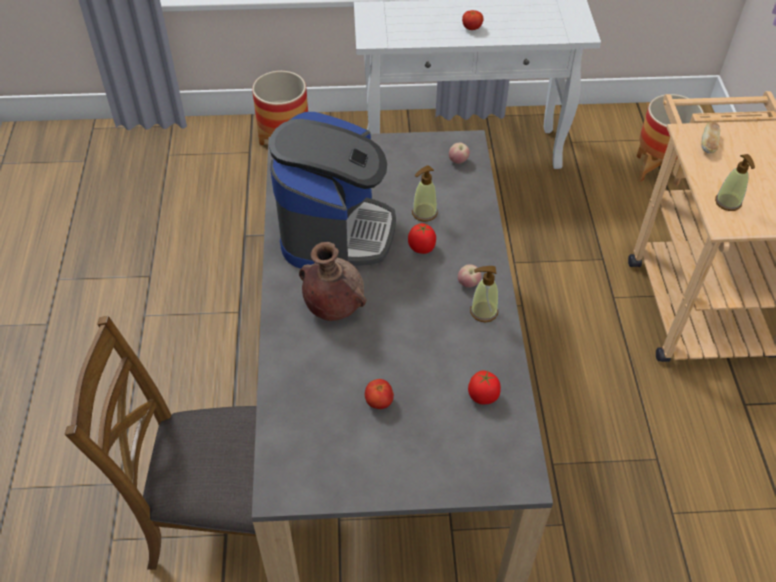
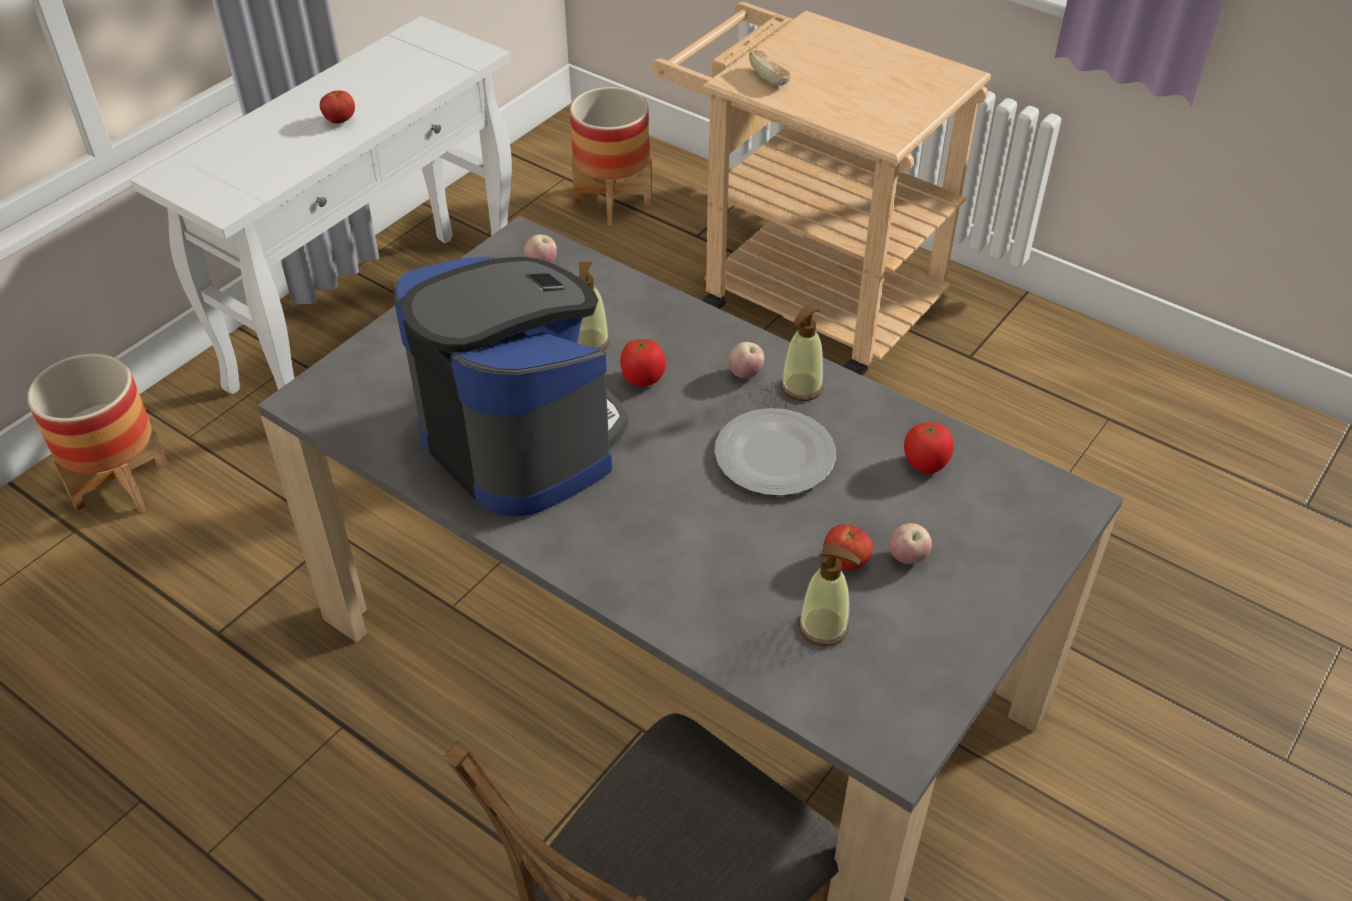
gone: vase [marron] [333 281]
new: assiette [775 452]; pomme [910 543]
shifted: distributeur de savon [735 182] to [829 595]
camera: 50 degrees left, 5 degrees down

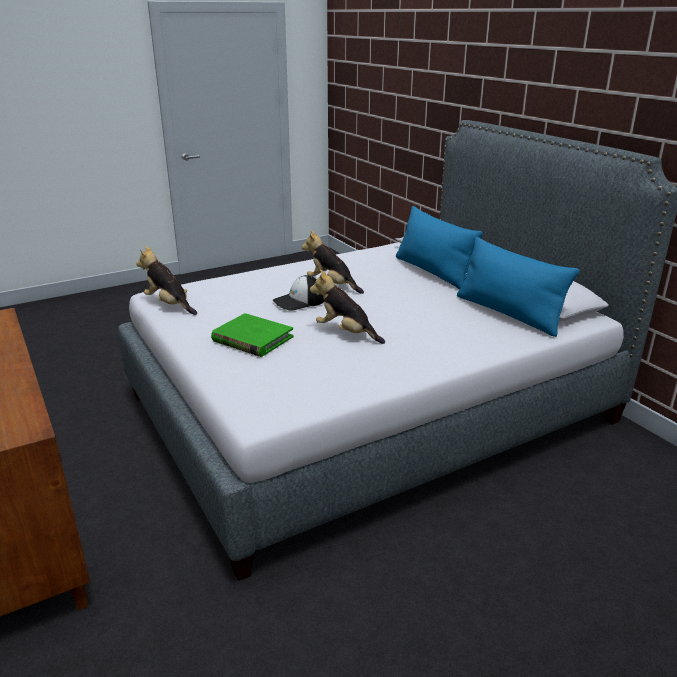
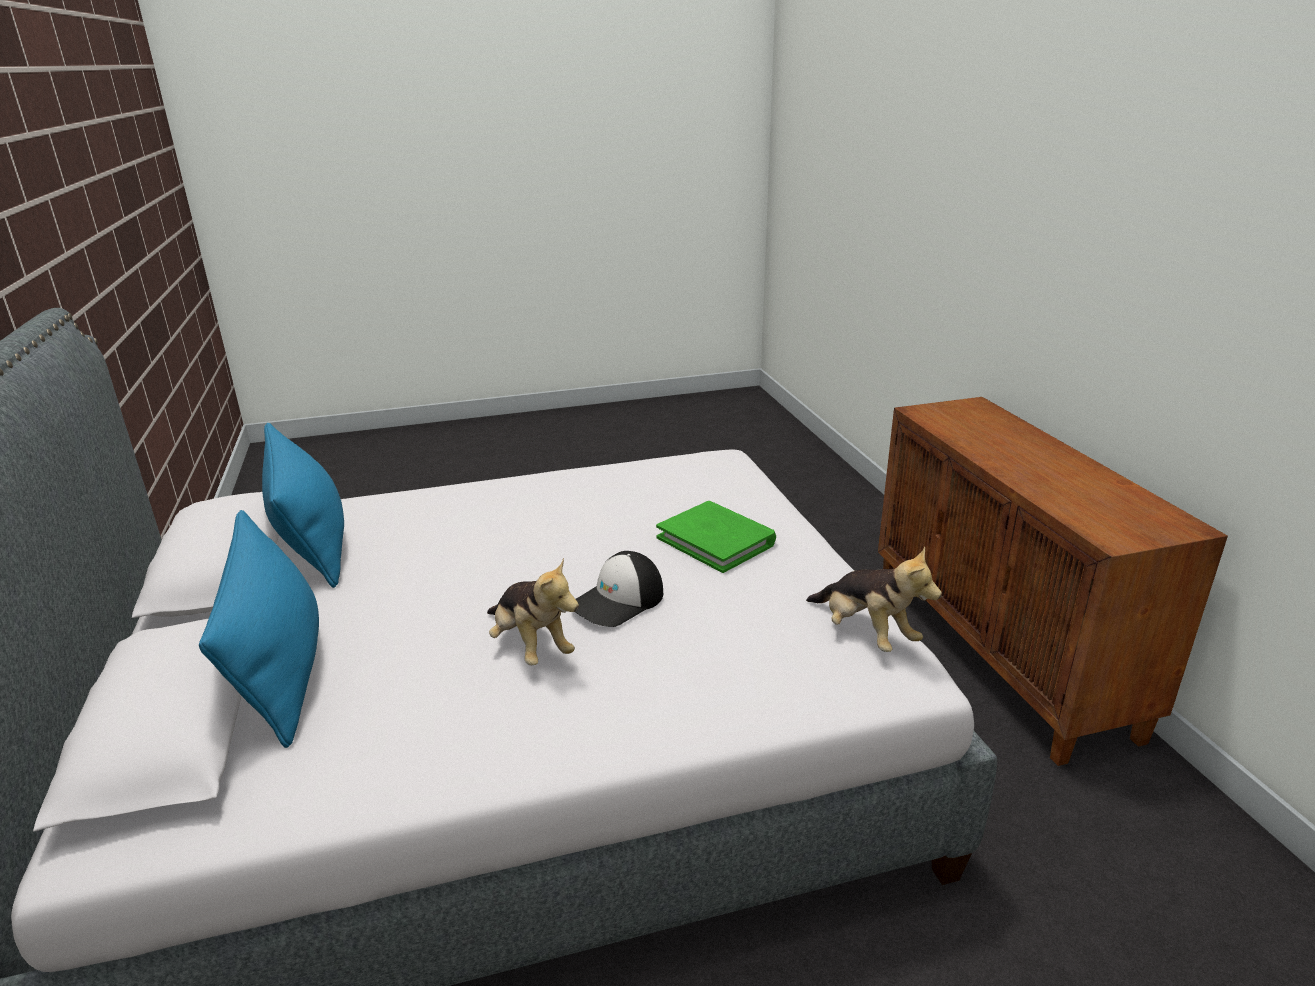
gone: peluche [347 306]
rotated: casquette [298 293] = [619 589] 150 degrees clockwise
camera: 165 degrees left, 0 degrees up

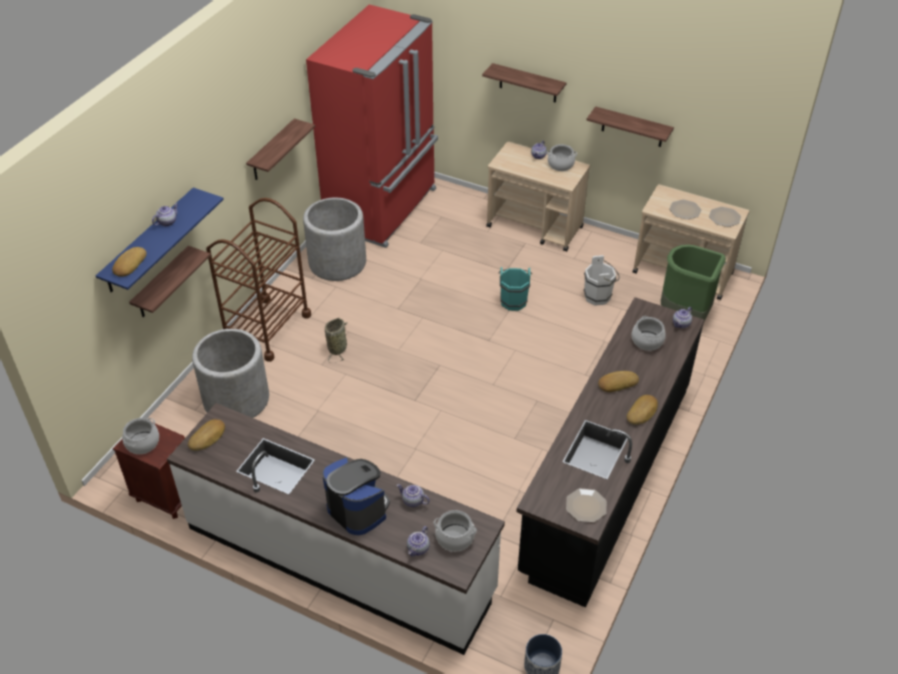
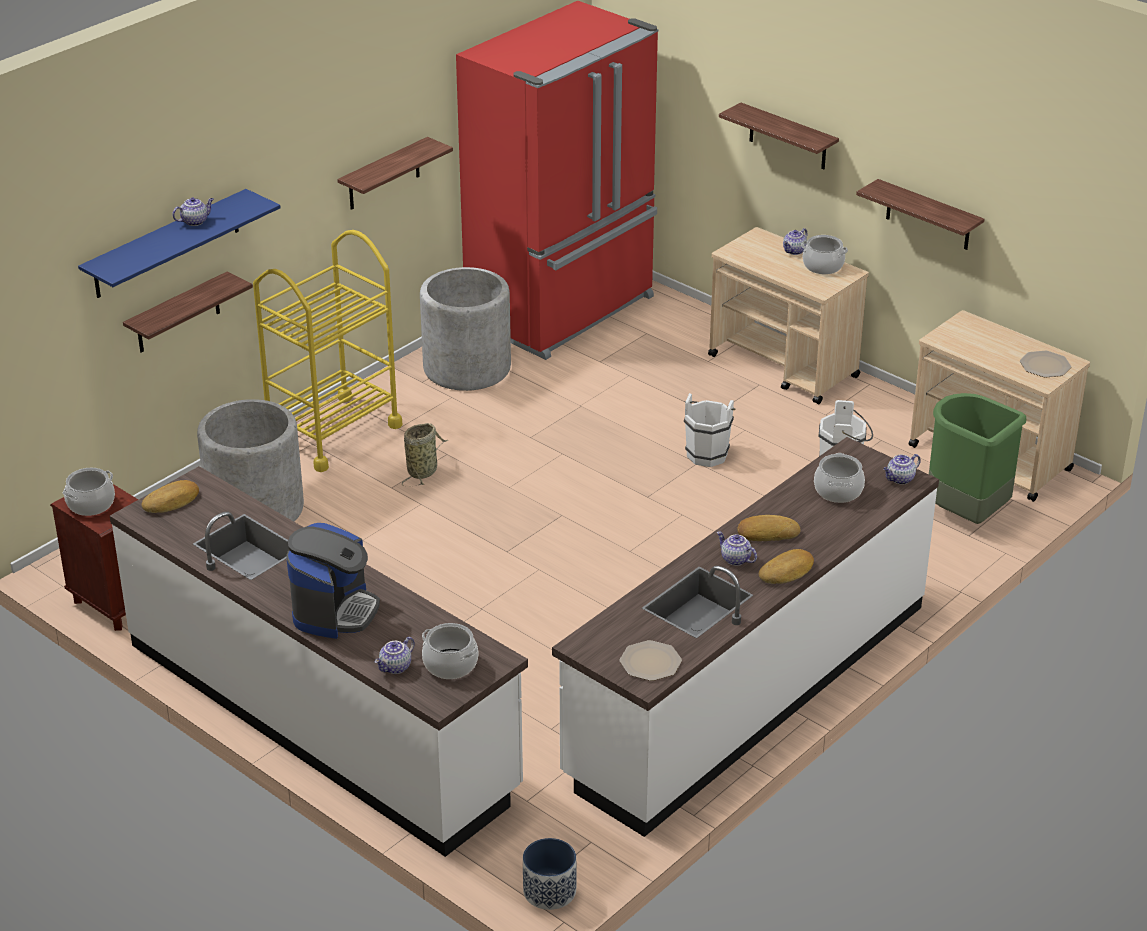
gone: assiette [685 210]; pain [129 262]
shifted: théière [413 495] to [737 548]
repainted: chariot [marron] [258 280] to chariot [jaune] [327 351]; seau [turquoise] [515 289] to seau [blanc] [710 430]; comptoir de cuisine [noir] [610 452] to comptoir de cuisine [blanc] [745 637]
rotated: machine à café [356 496] = [333 581] 45 degrees clockwise
camera: 15 degrees right, 10 degrees down

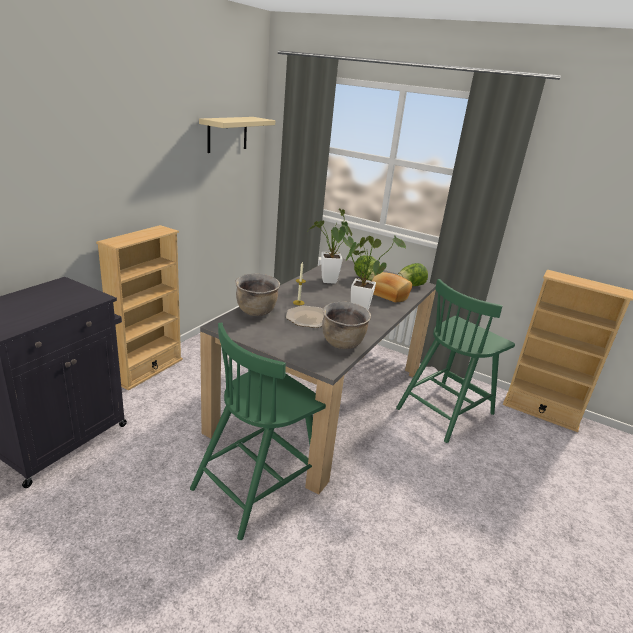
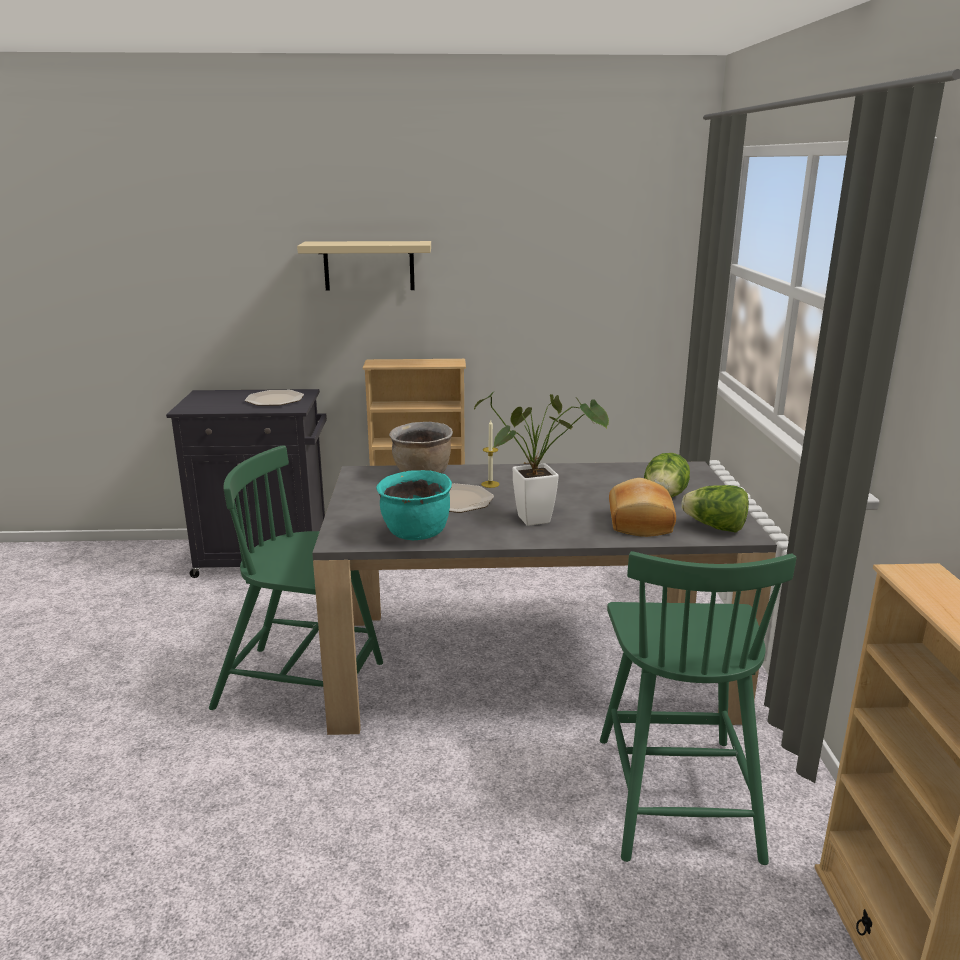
gone: plante en pot [332 246]
new: assiette [274 398]
shifted: étagère [beige] [237 135] to [364 266]
repainted: marmite [marron] [346 325] to marmite [turquoise] [414 505]
rotated: chaise [vert] [455 361] = [698 708] 105 degrees counterclockwise
camera: 60 degrees right, 5 degrees down

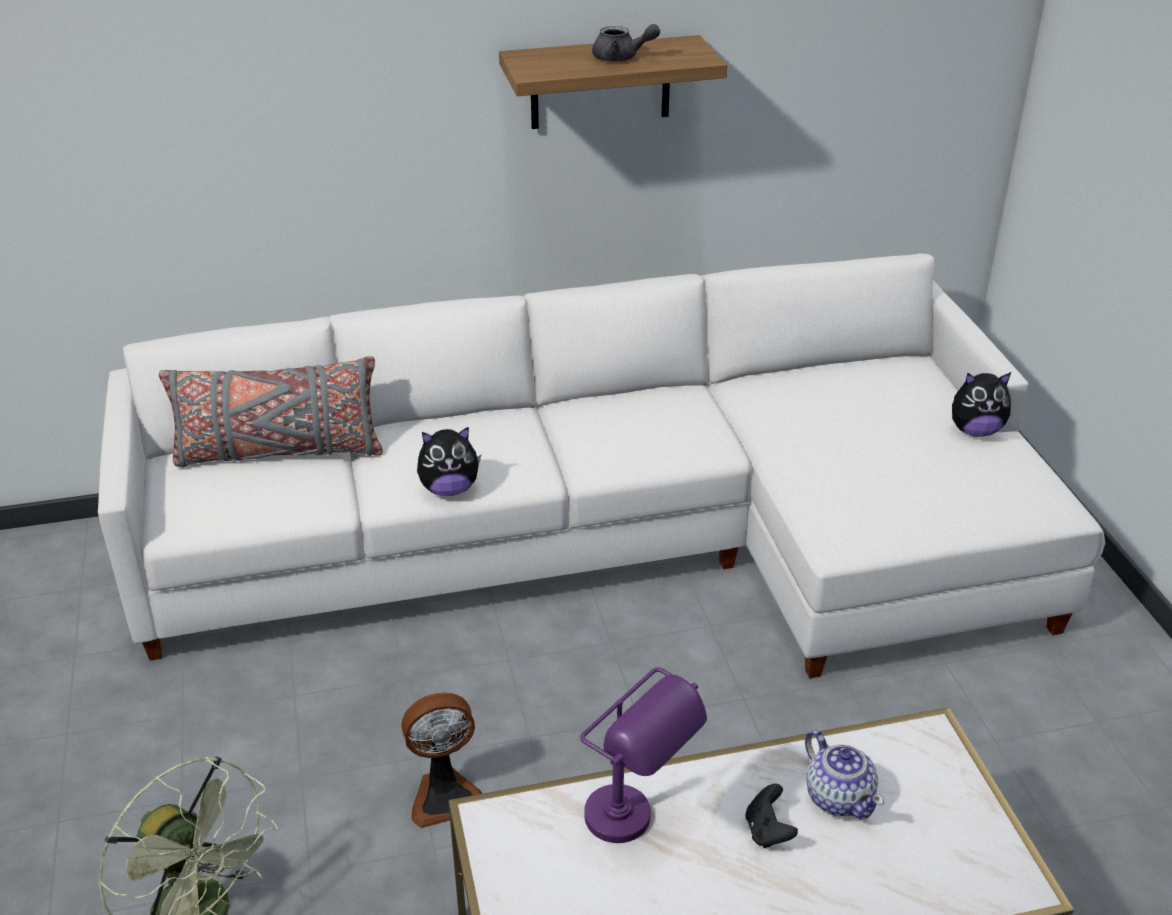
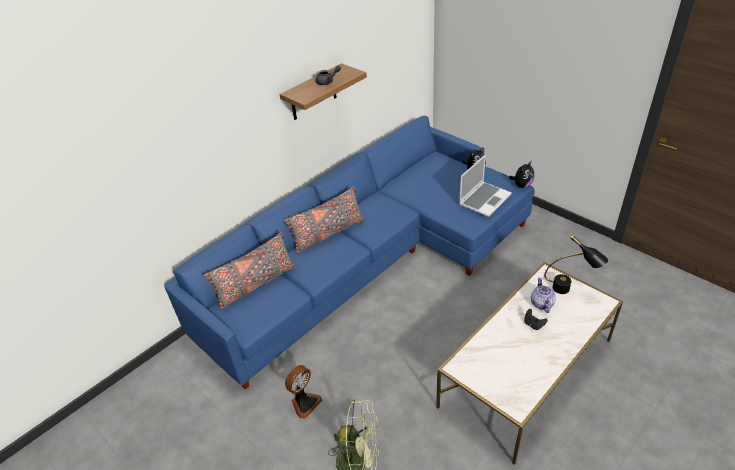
gone: lampe de table [violet] [643 755]
new: ordinateur portable [485 186]; coussin [gris] [324 219]; lampe de table [noir] [576 264]
shifted: peluche [449 461] to [521 175]; ventilateur [442 760] to [303 392]
repainted: canapé [blanc] [601 465] to canapé [bleu] [349 253]
rotated: théière [844 774] = [543 295] 120 degrees counterclockwise
camera: 30 degrees left, 5 degrees up

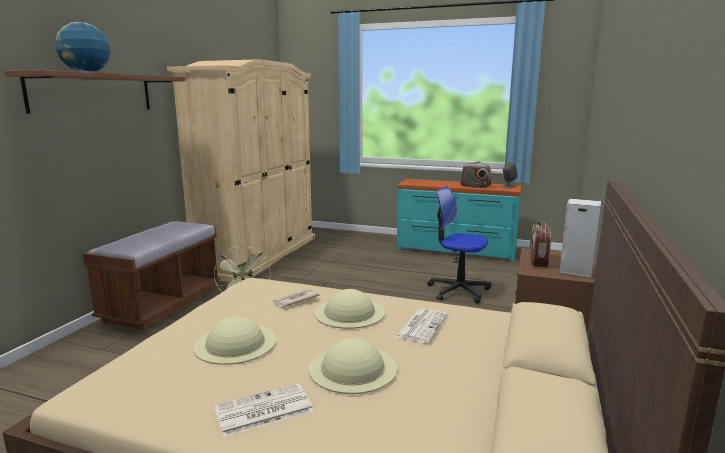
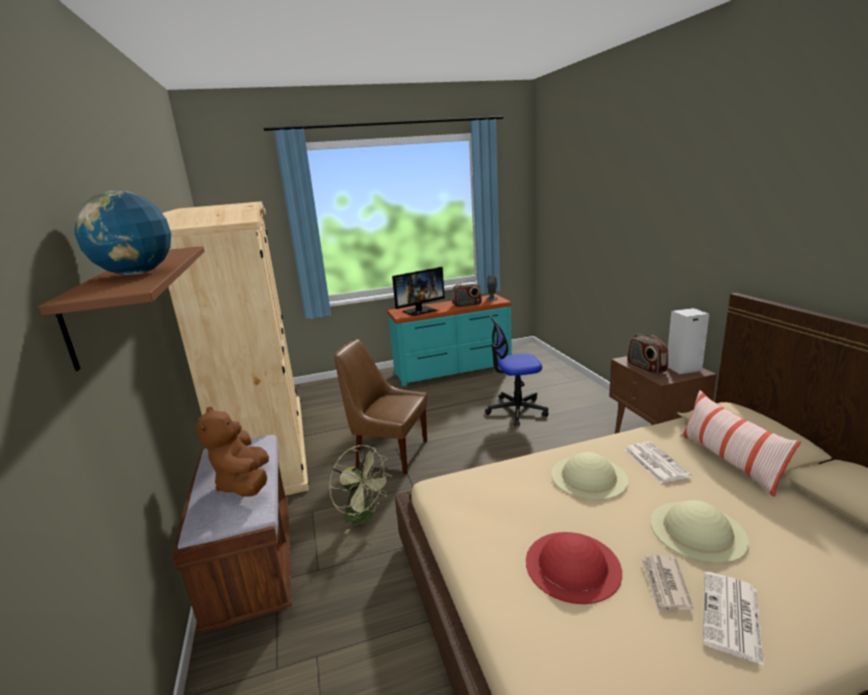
new: écran d'ordinateur [418 291]; chaise [marron] [380 407]; coussin [740 443]; peluche [marron] [232 451]
shifted: journal [296 298] to [667 583]
repainted: chapeau [beige] [234 340] to chapeau [rouge] [574 568]
camera: 35 degrees left, 5 degrees up

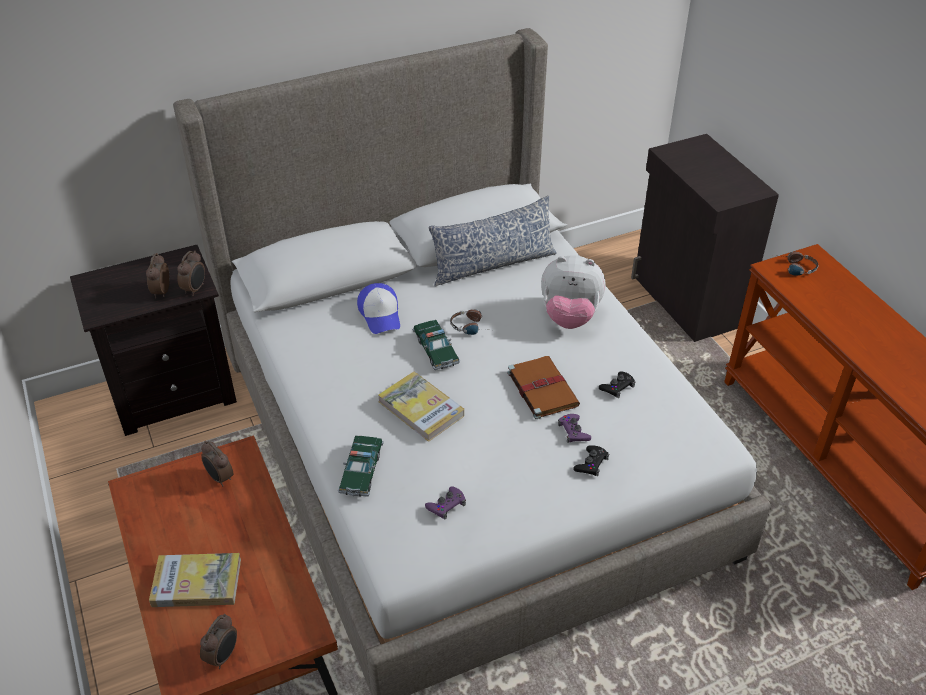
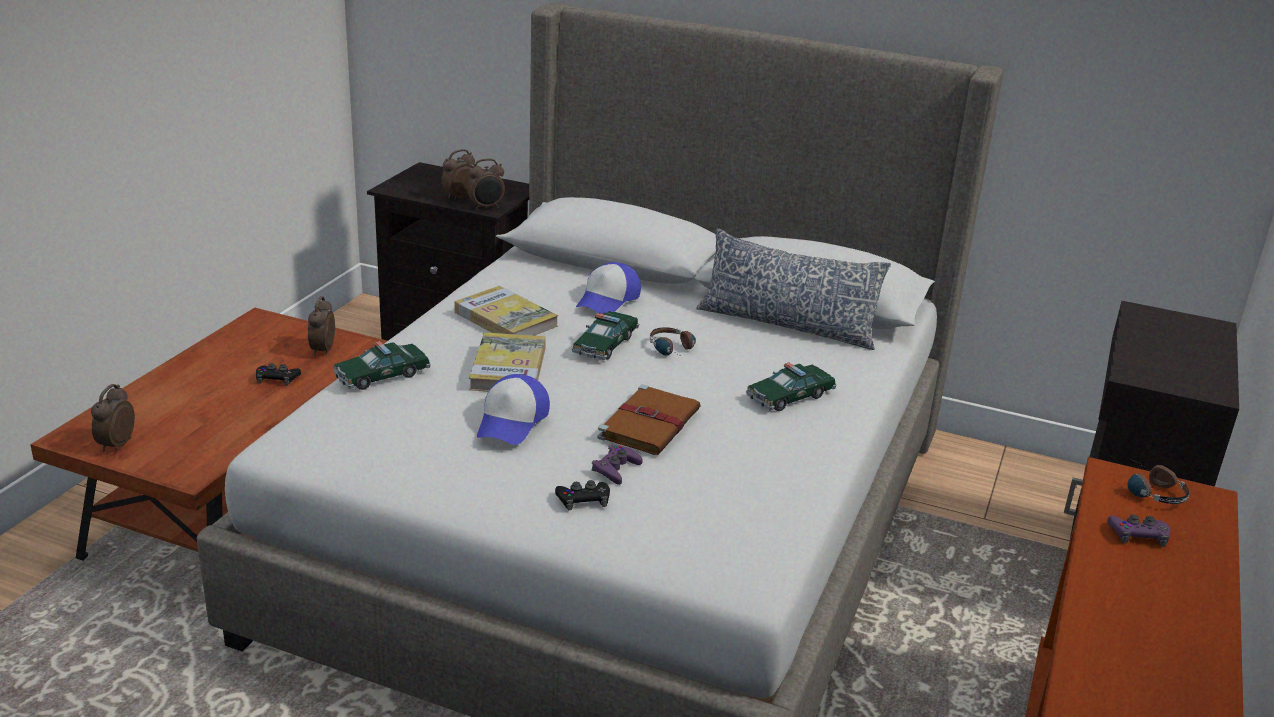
new: casquette [513 409]
shifted: manette [noir] [617 384] to [278 374]; manette [violet] [445 503] to [1138 530]; livre [195 580] to [506 311]
swapped: peluche [573 292] to petite voiture [791 386]
rotated: réveil [218 641] = [113 418] 120 degrees clockwise
camera: 45 degrees right, 15 degrees down

